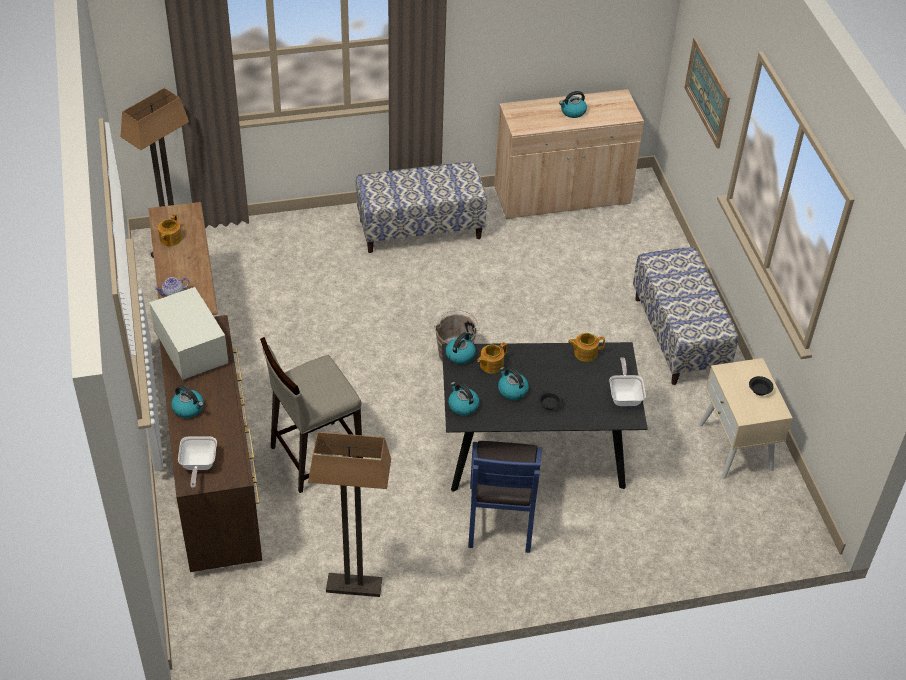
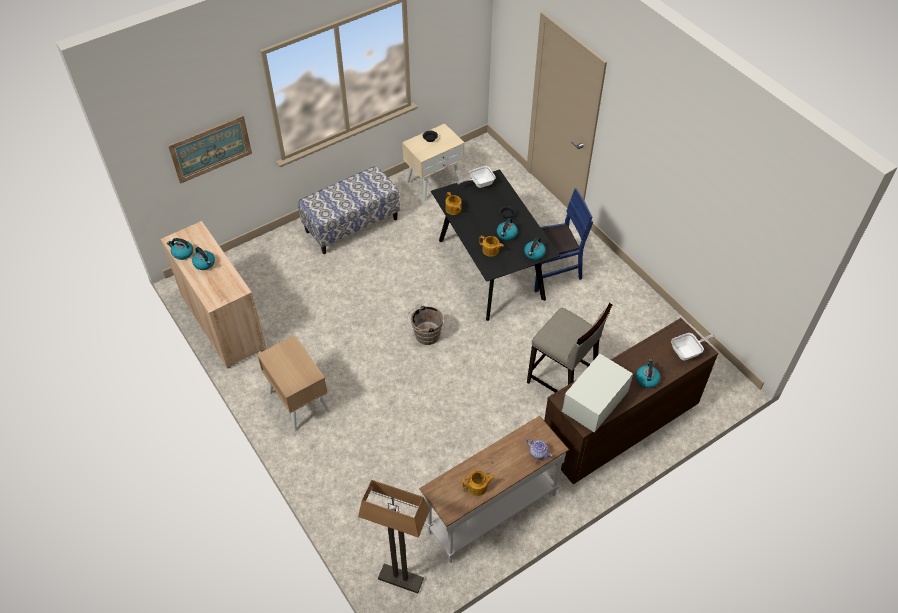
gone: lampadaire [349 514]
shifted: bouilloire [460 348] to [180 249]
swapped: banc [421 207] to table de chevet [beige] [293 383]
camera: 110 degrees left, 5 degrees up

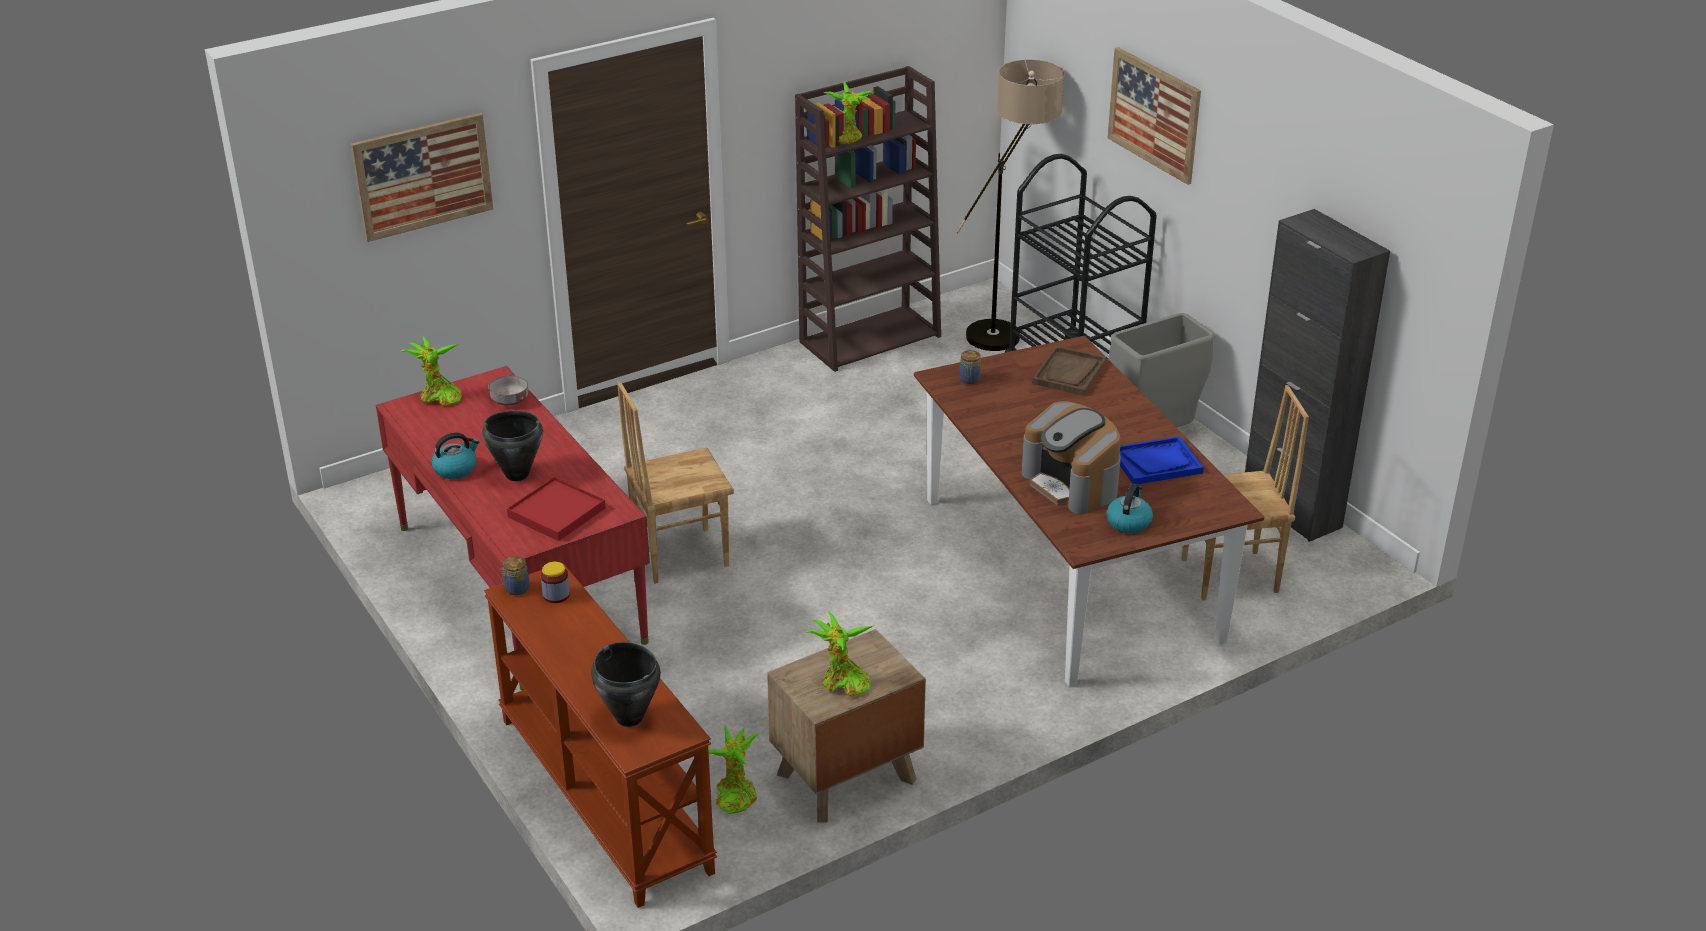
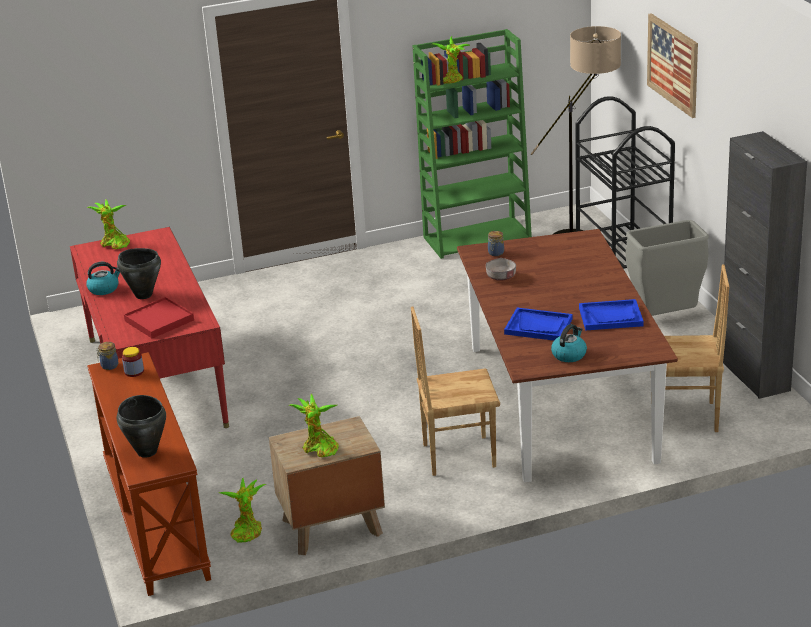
gone: tableau [422 177]; plateau [marron] [1069 371]
shifted: bol [gris] [508 390] to [501 269]; chaise [marron] [675 482] to [455 391]
swapped: machine à café [1071 457] to plateau [bleu] [538 324]
repainted: bibliothèque [marron] [868 219] to bibliothèque [vert] [472 144]
camera: 15 degrees right, 5 degrees down

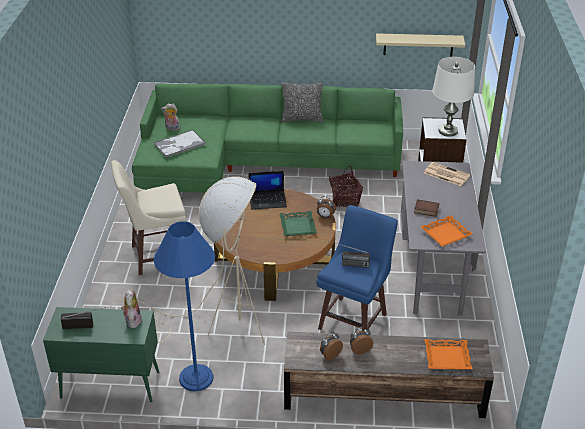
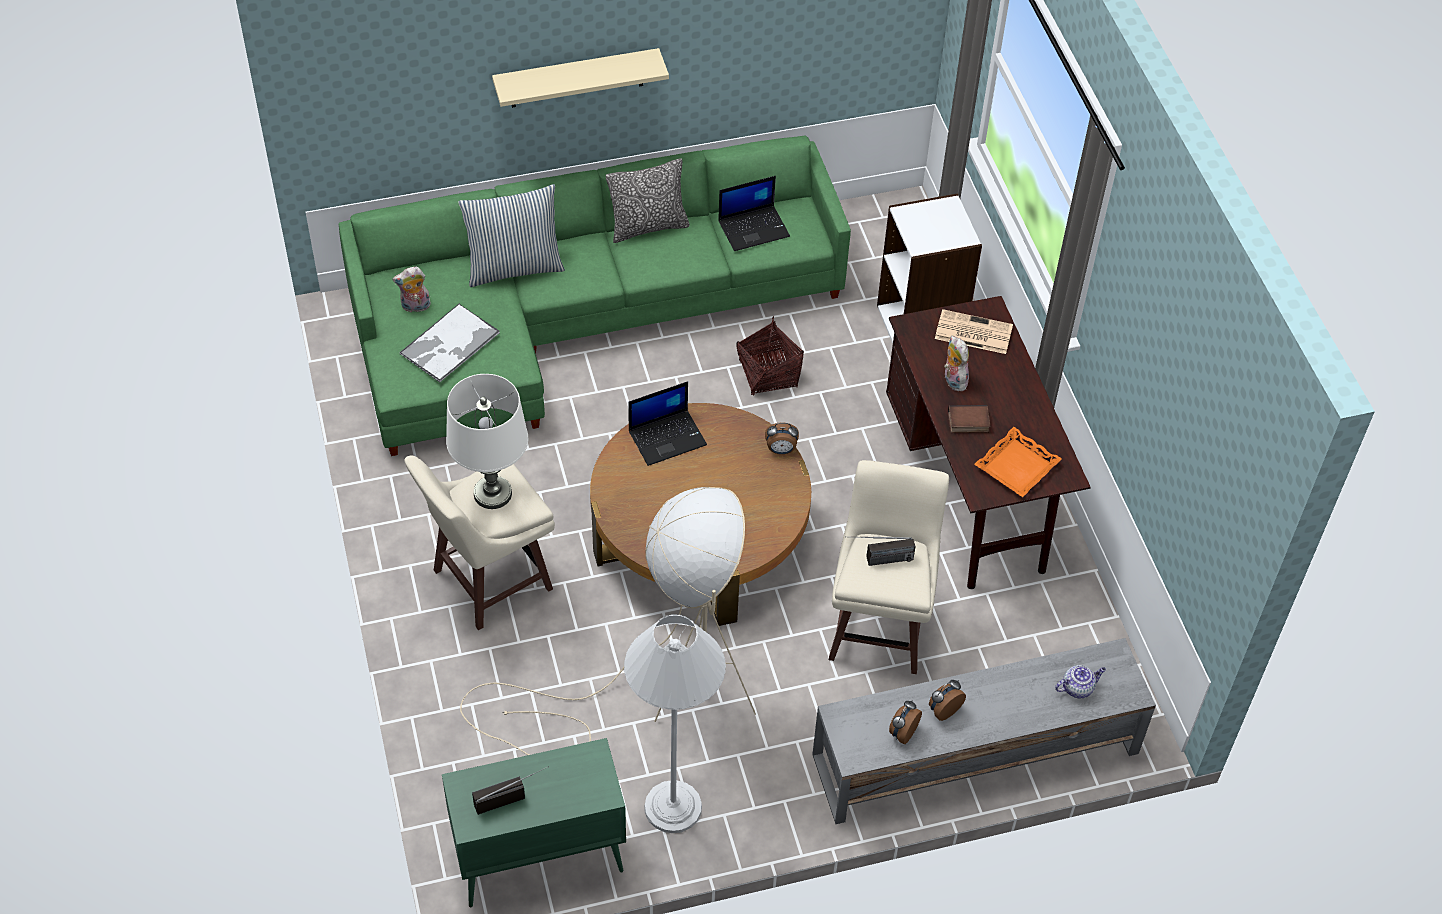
gone: plateau [vert] [298 223]
new: ordinateur portable [754 213]; coussin [511 235]
shifted: étagère [beige] [420 45] to [580 78]; lampe de table [blanc] [453 97] to [487 441]; peluche [131 308] to [956 363]
swapped: plateau [orange] [448 354] to théière [1080 681]
repainted: bureau [gris] [443 238] to bureau [marron] [988 442]; tabouret [bleu] [357 268] to tabouret [beige] [889 567]; lampadaire [bleu] [184 306] to lampadaire [blanc] [675 723]; meuble télé [marron] [389 375] to meuble télé [gris] [984 731]
camera: 20 degrees left, 15 degrees up

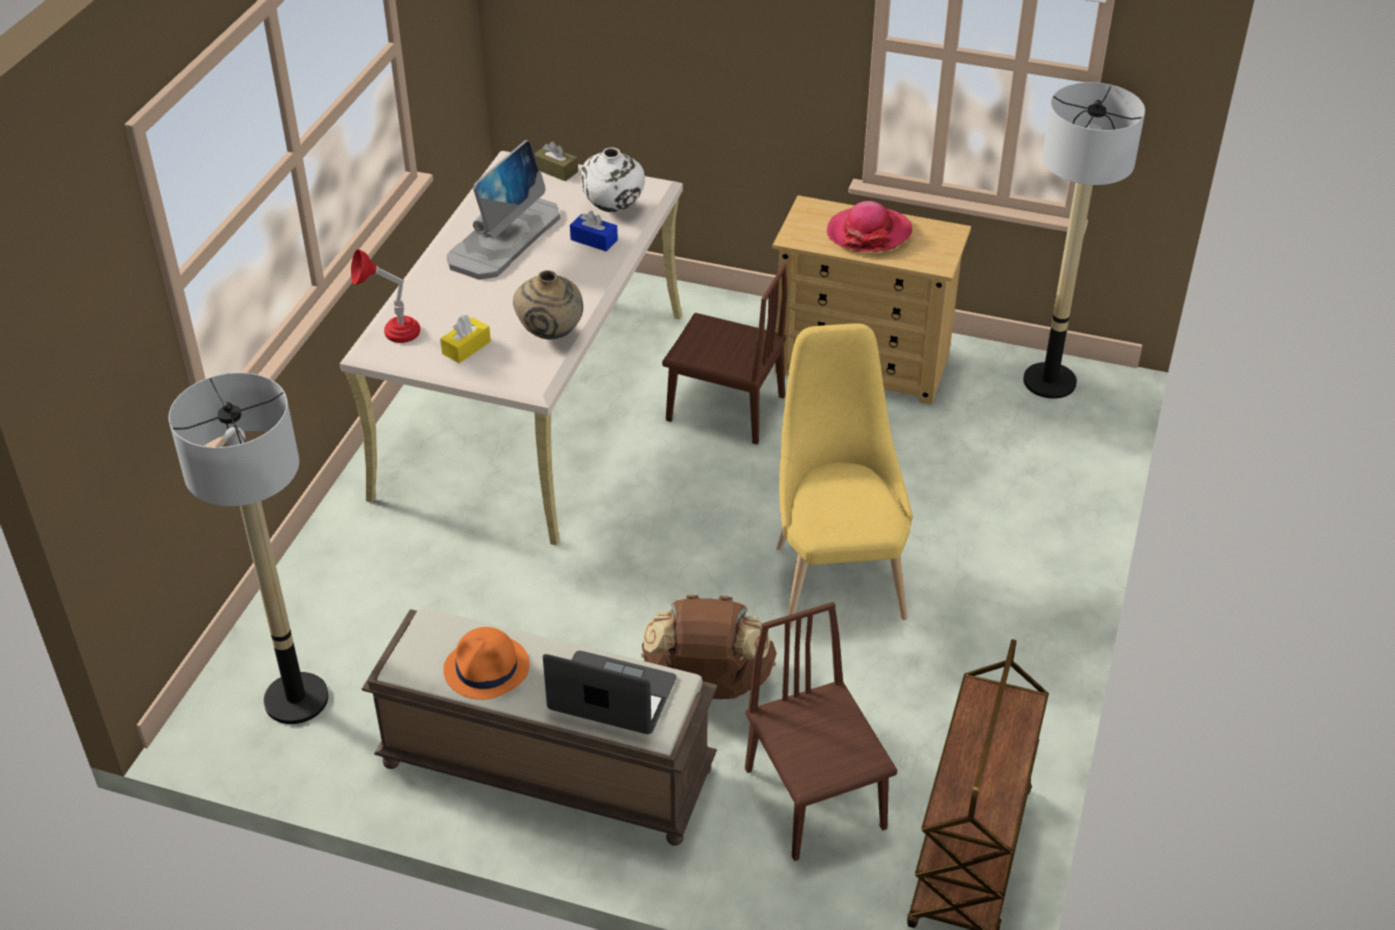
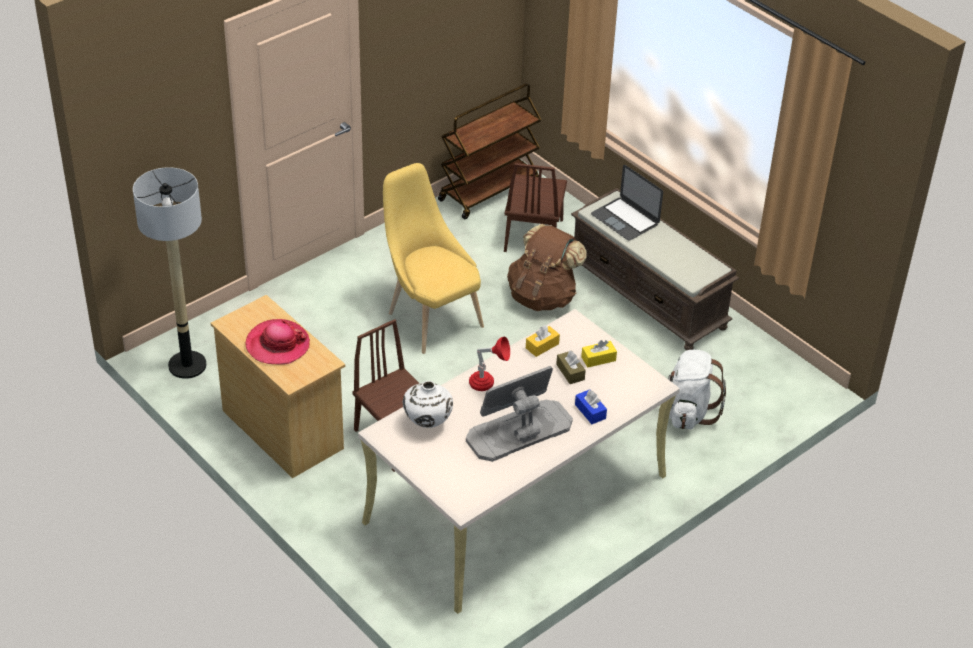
gone: lampadaire [249 548]; chapeau [orange] [486 663]
new: sac à dos [blanc] [697 389]
shifted: boîte à mouchoirs [marron] [556 161] to [571 367]; boîte à mouchoirs [bleu] [594 231] to [591 406]; lampe de table [rouge] [385 296] to [489 363]
swapped: vase [beige] [548 305] to boîte à mouchoirs [jaune] [543 341]
rotated: chaise [jaune] [844 476] = [433 258] 120 degrees clockwise
camera: 150 degrees left, 0 degrees up

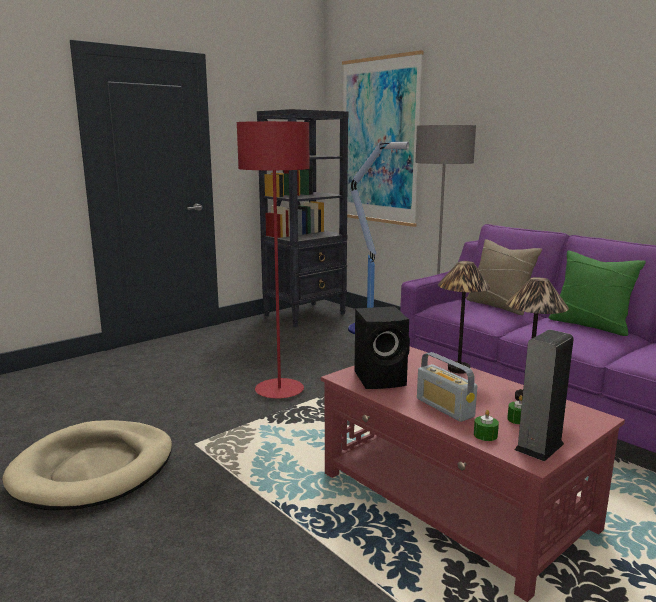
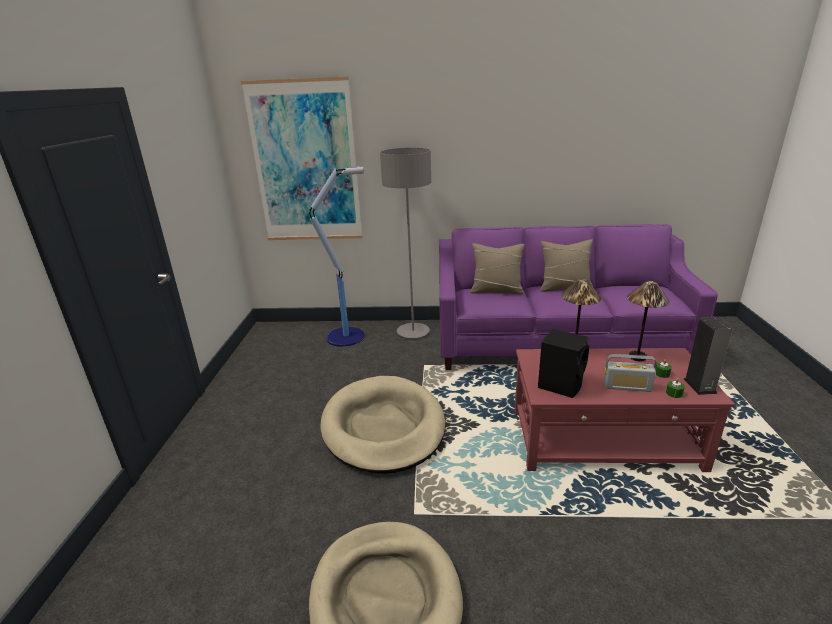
gone: bibliothèque [noir] [303 218]
swapped: lampadaire [rouge] [273 259] to panier pour chien [beige] [383 425]
repainted: coussin [vert] [597 293] to coussin [beige] [566 265]
camera: 45 degrees left, 10 degrees up

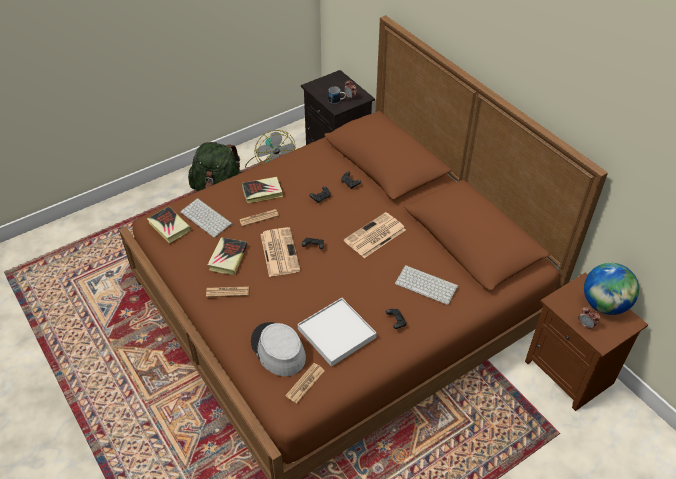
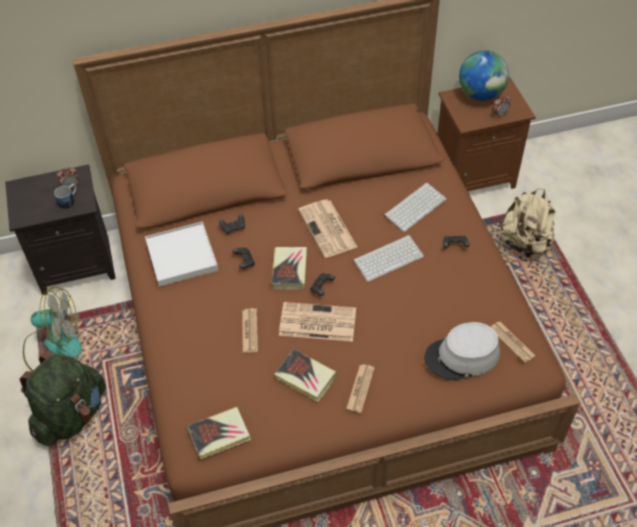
new: sac à dos [beige] [527 223]
shifted: livre [262 190] to [289 268]; clavier [206 218] to [388 258]; plateau [blanc] [337 332] to [181 254]
camera: 70 degrees left, 5 degrees up

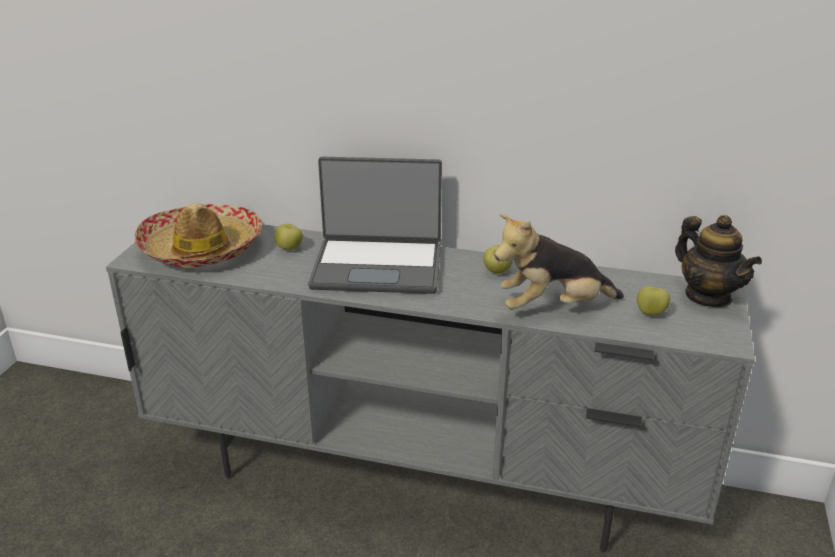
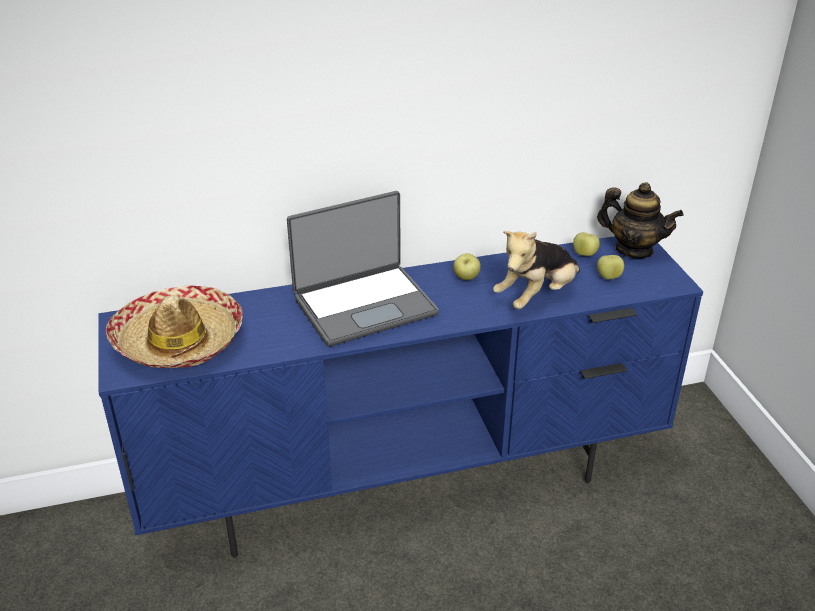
shifted: pomme [289 237] to [586 244]
repainted: meuble télé [gris] [430 388] to meuble télé [bleu] [401 397]
camera: 30 degrees left, 5 degrees up

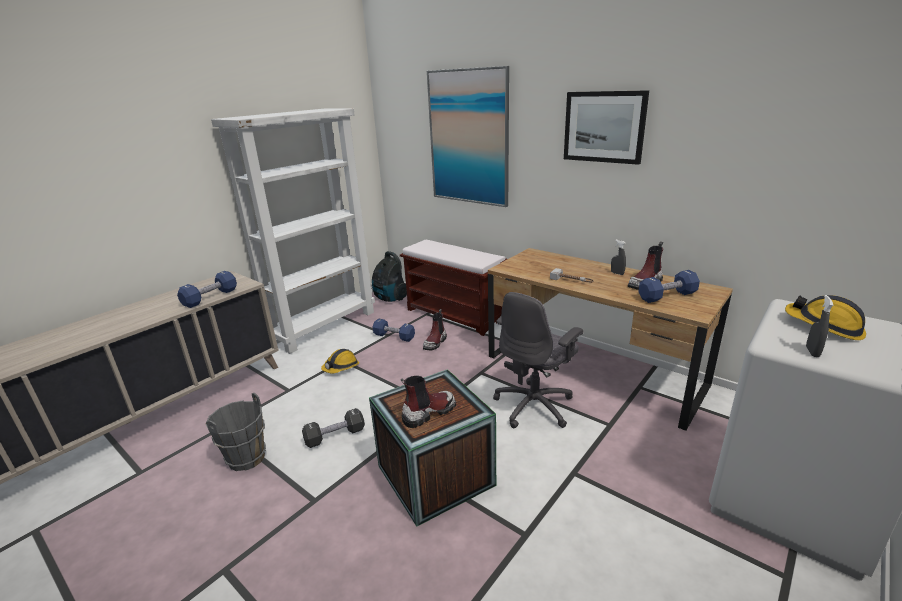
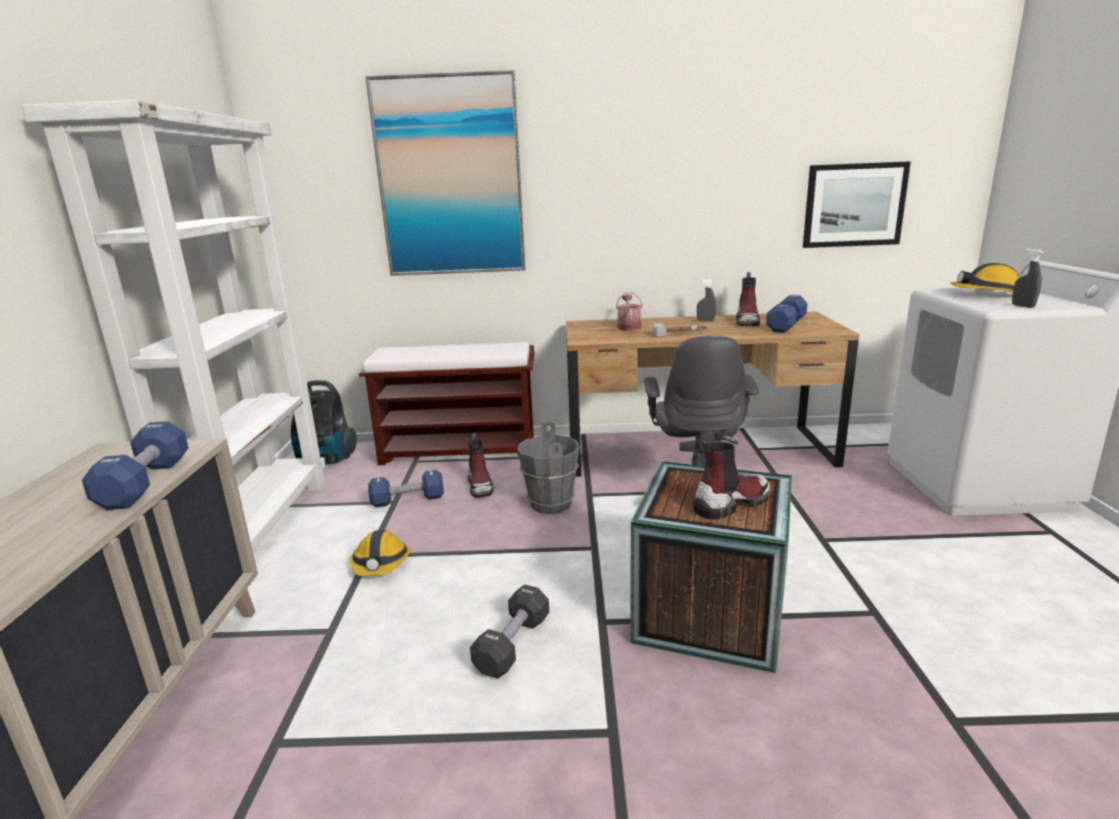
new: arrosoir [629 312]
shifted: tableau [606 127] to [857 204]; seau [gris] [236 432] to [548 467]
rotated: botte [428 402] = [732 480] 45 degrees clockwise
camera: 40 degrees left, 5 degrees down

